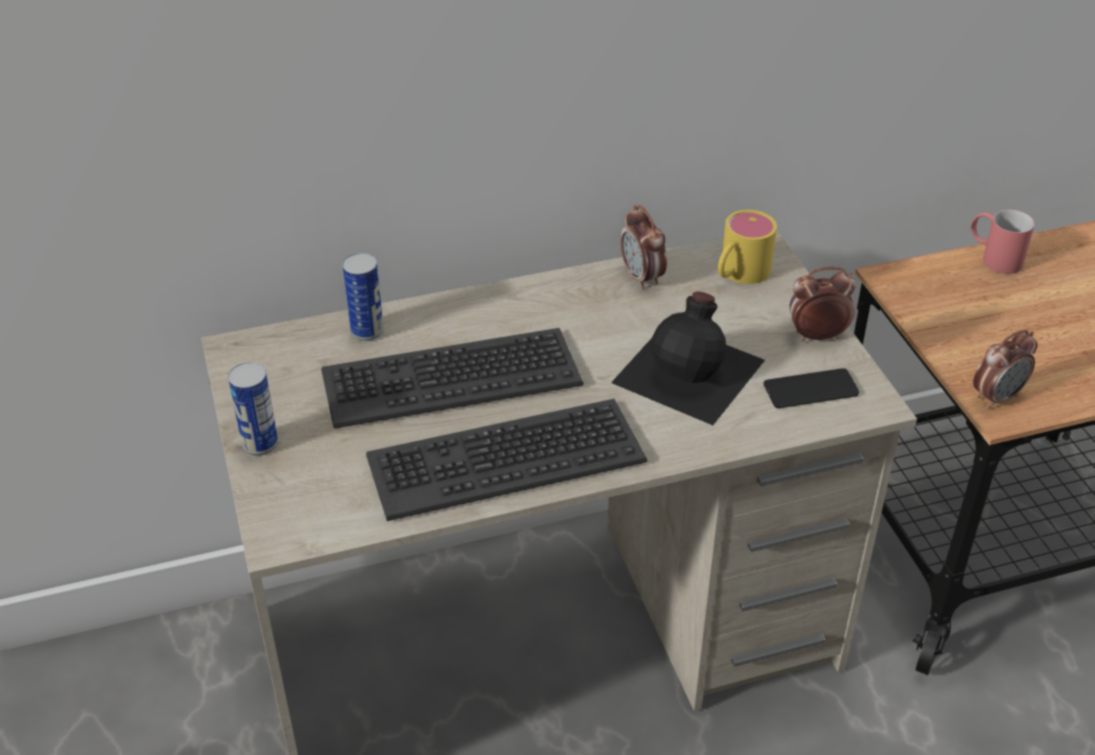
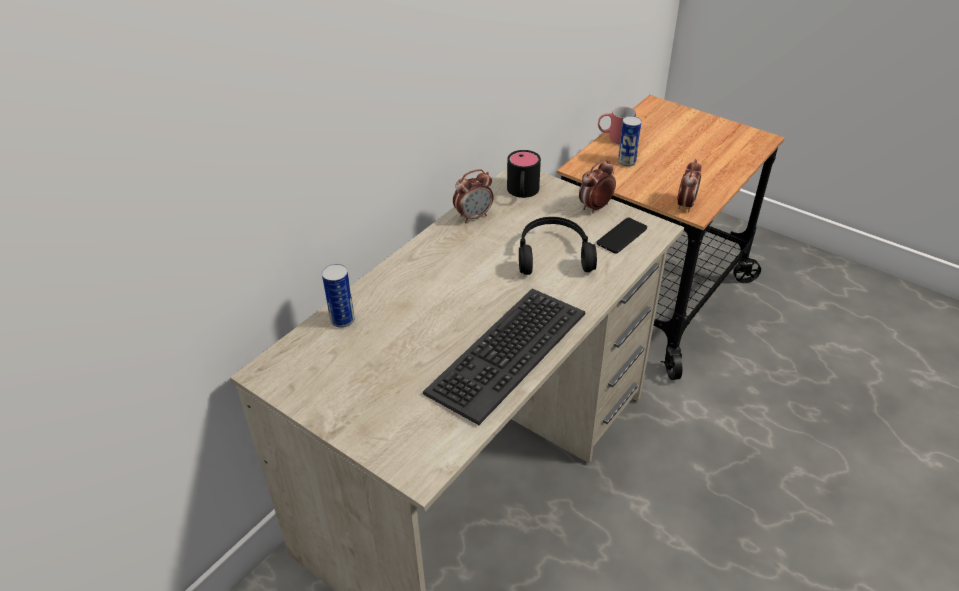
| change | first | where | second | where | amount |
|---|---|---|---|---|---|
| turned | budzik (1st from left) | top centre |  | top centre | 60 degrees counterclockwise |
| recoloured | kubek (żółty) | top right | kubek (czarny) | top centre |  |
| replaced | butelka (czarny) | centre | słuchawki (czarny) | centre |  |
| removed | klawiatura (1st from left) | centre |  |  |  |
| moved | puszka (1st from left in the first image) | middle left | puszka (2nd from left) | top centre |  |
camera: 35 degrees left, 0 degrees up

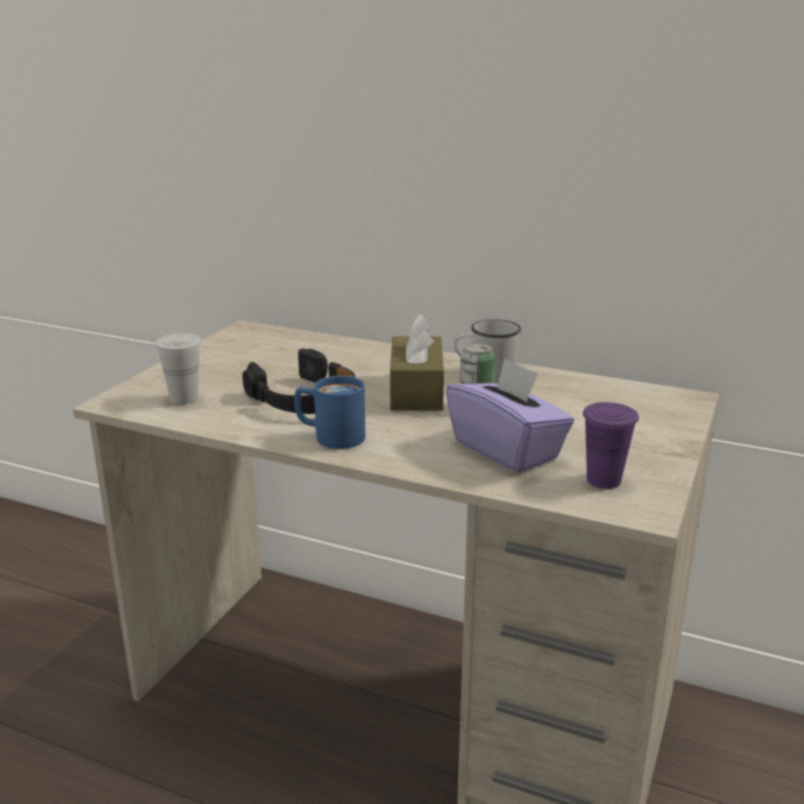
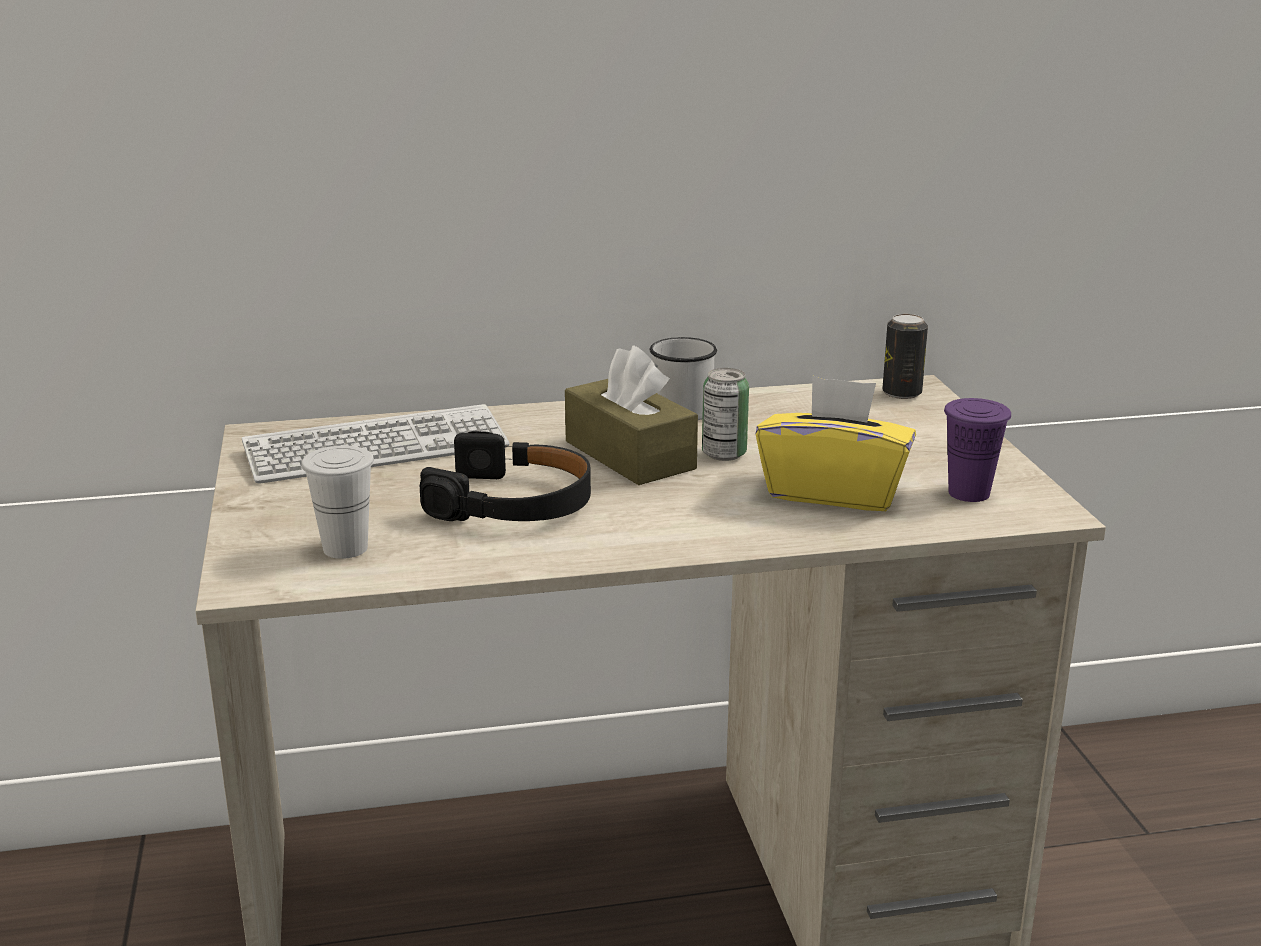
| change | first | where | second | where | amount |
|---|---|---|---|---|---|
| recoloured | pudełko chusteczek (fioletowy) | centre | pudełko chusteczek (żółty) | centre |  |
| removed | kubek (niebieski) | centre |  |  |  |
| added |  |  | puszka (2nd from left) | middle right |  |
| added |  |  | klawiatura | middle left |  |
camera: 35 degrees left, 0 degrees up

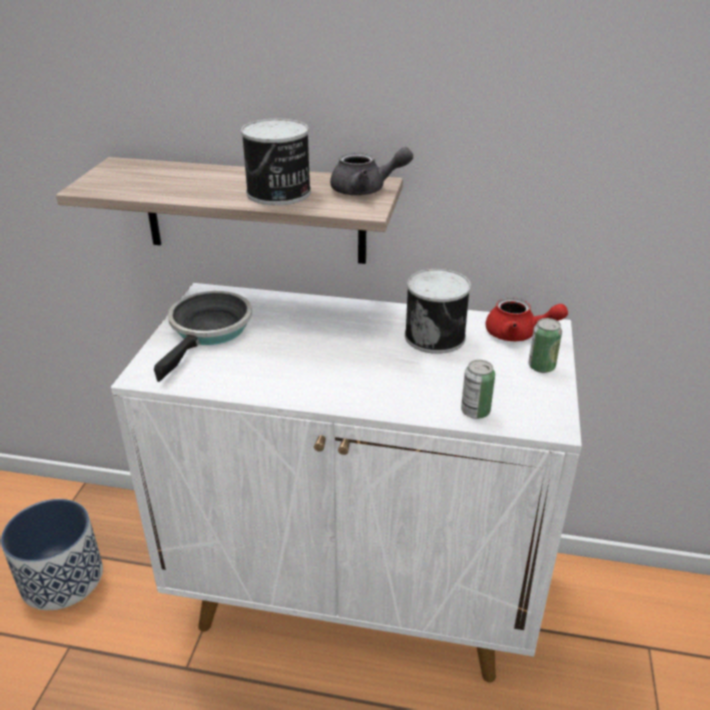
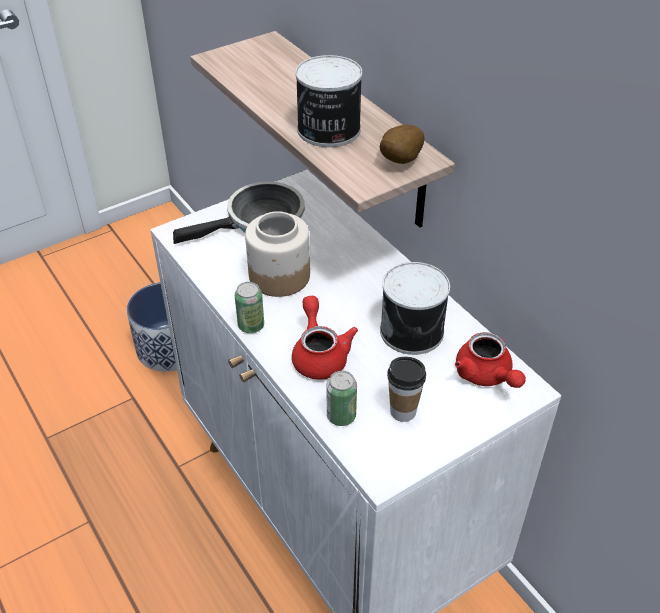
| change | first | where | second | where | amount |
|---|---|---|---|---|---|
| replaced | imbryk (szary) | top centre | ziemniak | top centre |  |
| moved | puszka (4th from left in the first image) | middle right | puszka (1st from left) | centre |  |
| added |  |  | słoik | centre |  |
| added |  |  | imbryk (czerwony) (1st from left) | centre |  |
| added |  |  | filiżanka | centre |  |
camera: 45 degrees right, 10 degrees up

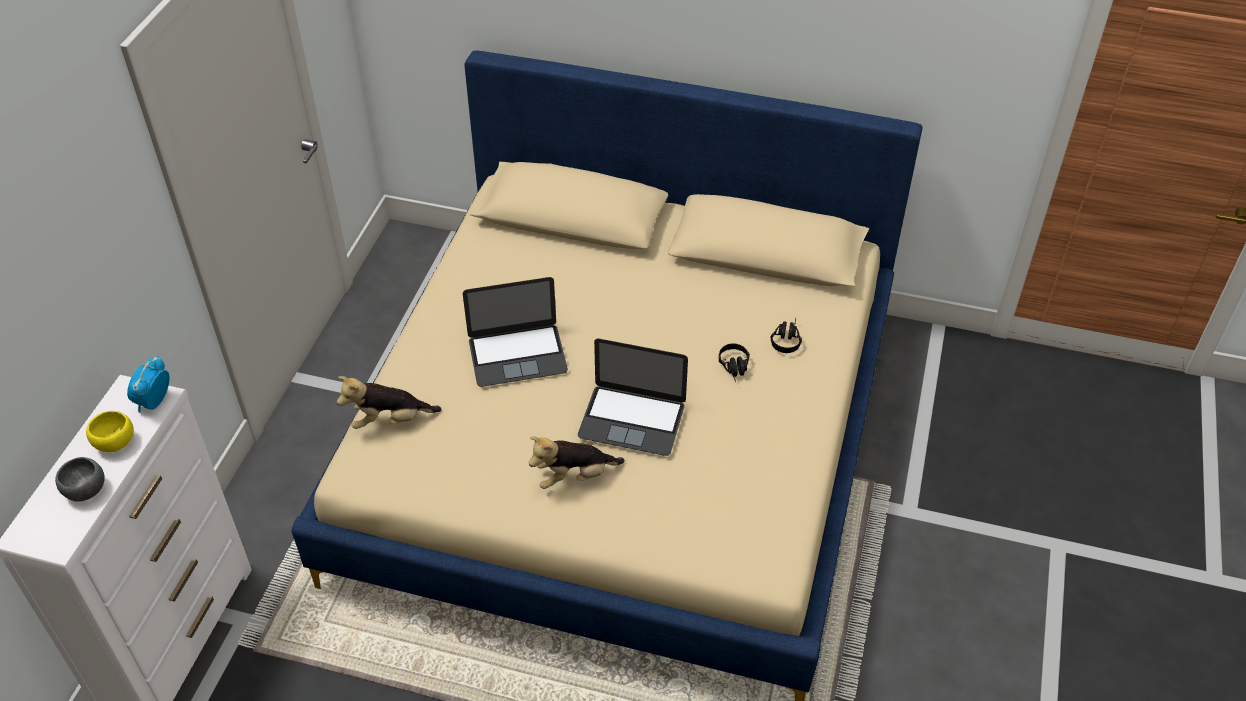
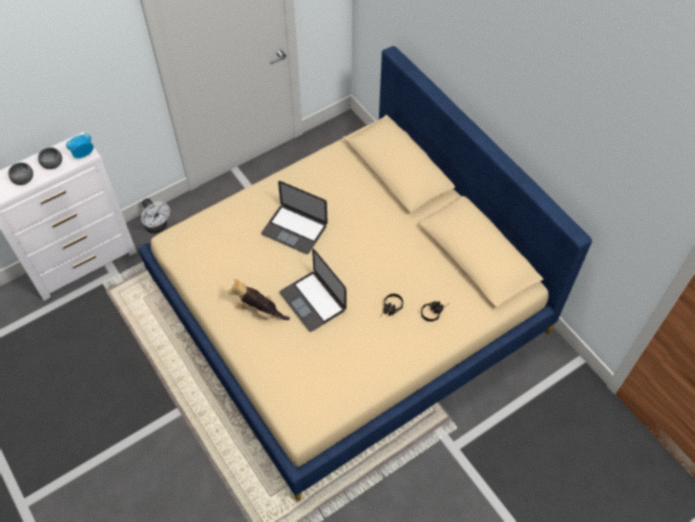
| change | first | where | second | where | amount |
|---|---|---|---|---|---|
| removed | pluszak (1st from left) | middle left |  |  |  |
| recoloured | miska (żółty) | middle left | miska (szary) (2nd from left) | top left |  |
| added |  |  | wentylator (biały) | middle left |  |
camera: 40 degrees right, 10 degrees up

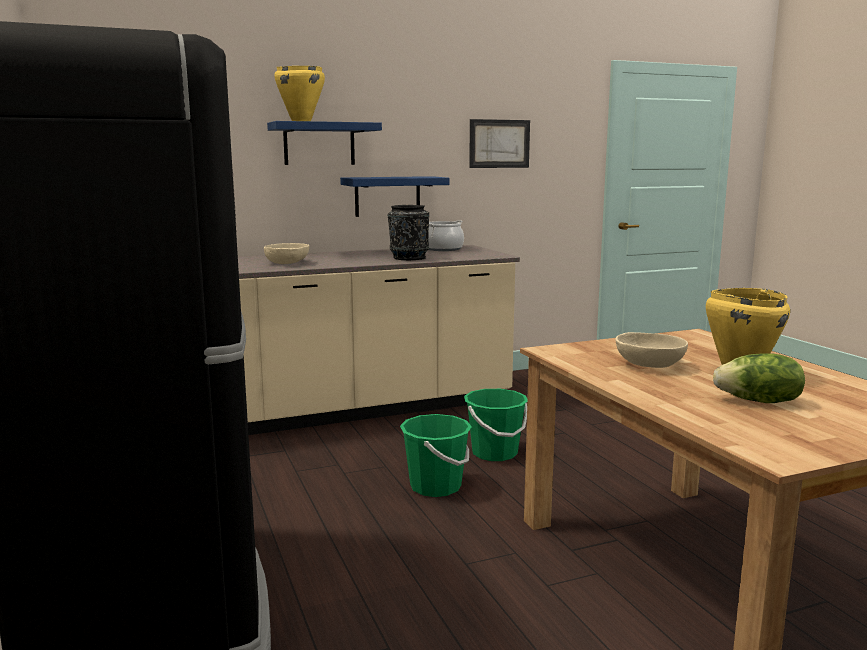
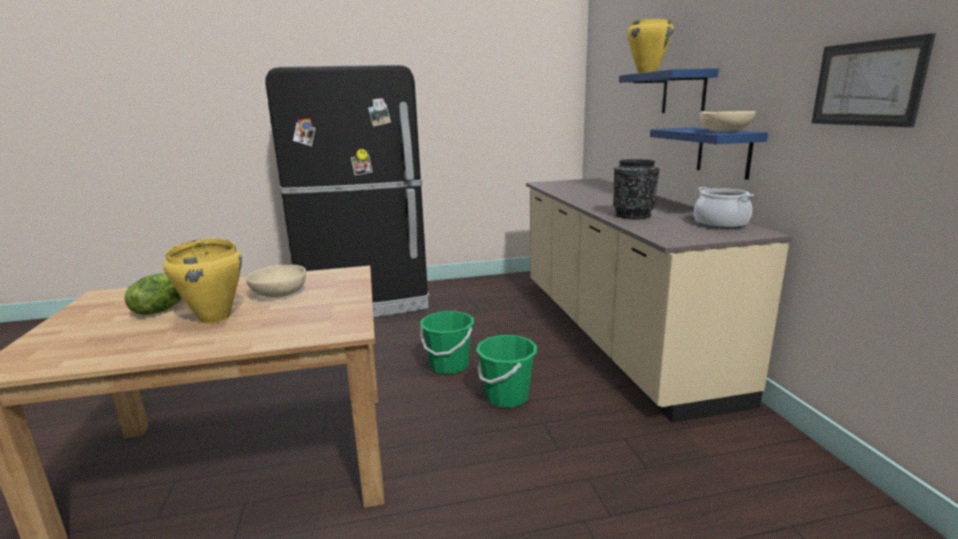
| change | first | where | second | where | amount |
|---|---|---|---|---|---|
| moved | miska (beżowy) (1st from left in the first image) | middle left | miska (beżowy) (2nd from left) | top right |  |
camera: 100 degrees right, 5 degrees up

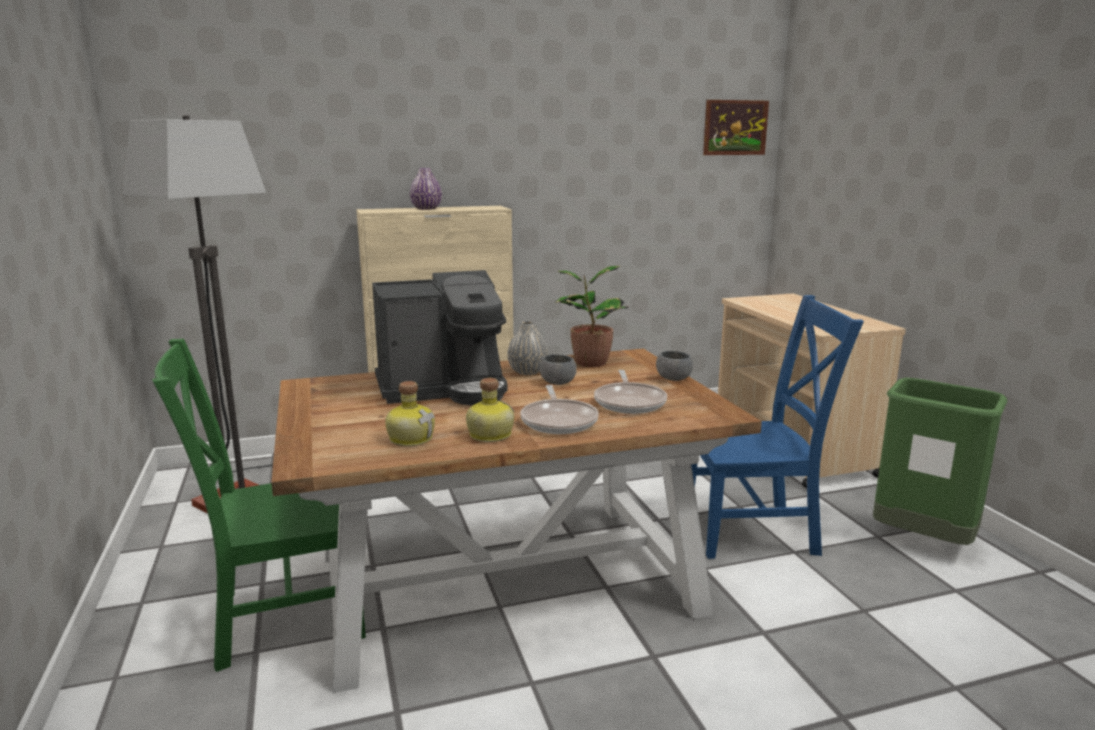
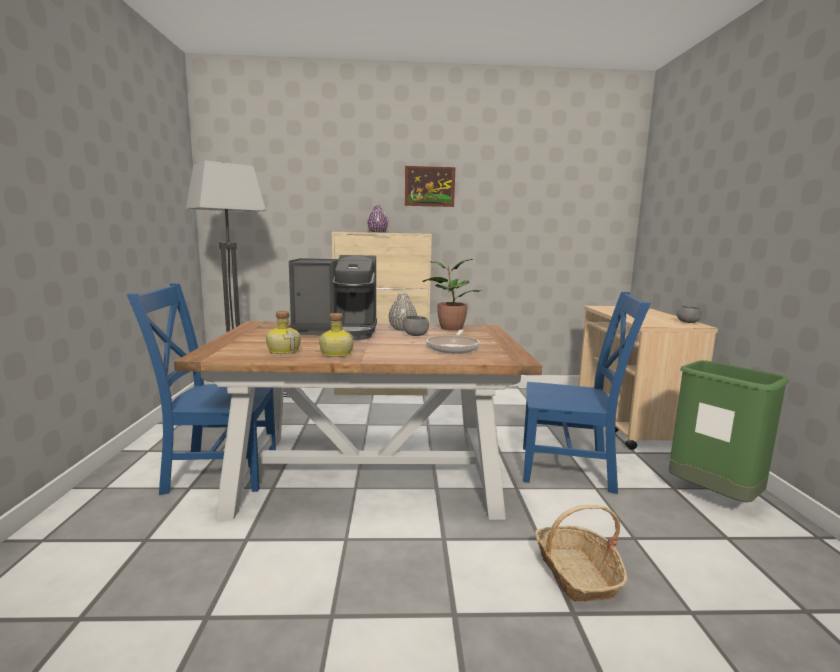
| change | first | where | second | where | amount |
|---|---|---|---|---|---|
| moved | obraz | top right |  | top centre |  |
| recoloured | krzesło (zielony) | bottom left | krzesło (niebieski) (1st from left) | middle left |  |
| moved | miska (szary) (2nd from left) | centre |  | middle right |  |
| removed | patelnia (1st from left) | centre |  |  |  |
| added |  |  | koszyk | bottom right |  |
camera: 15 degrees right, 5 degrees down

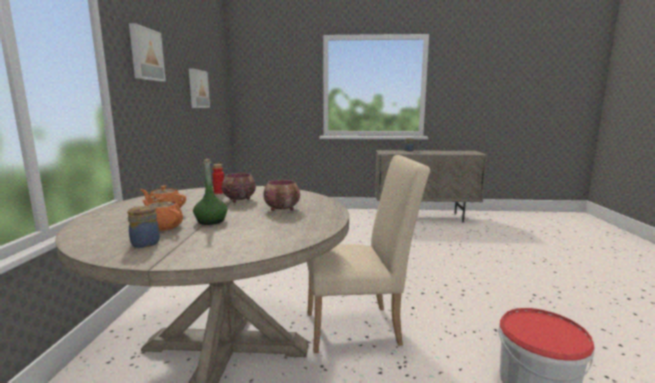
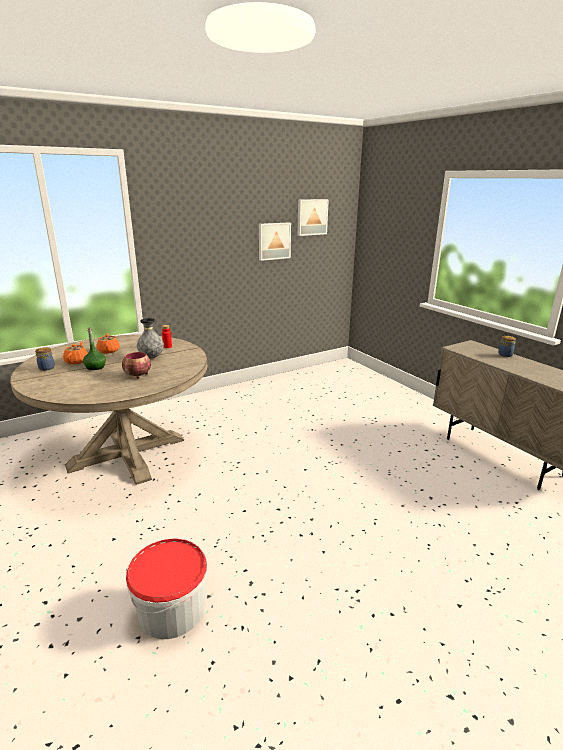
| change | first | where | second | where | amount |
|---|---|---|---|---|---|
| moved | obraz (1st from left in the first image) | top left | obraz (2nd from left) | top centre |  |
| removed | krzesło (beżowy) | centre |  |  |  |
| replaced | miska (1st from left) | centre | wazon (szary) | middle left |  |
camera: 55 degrees right, 10 degrees up

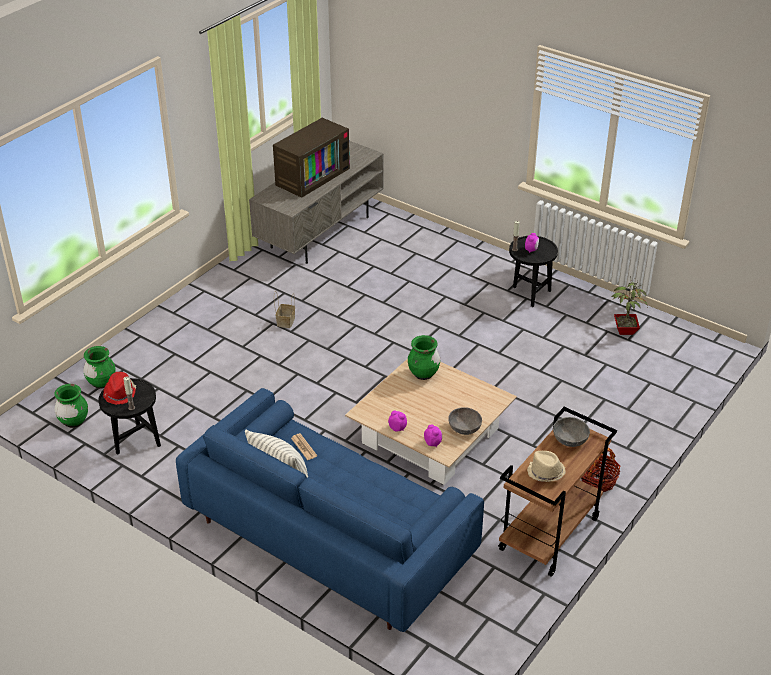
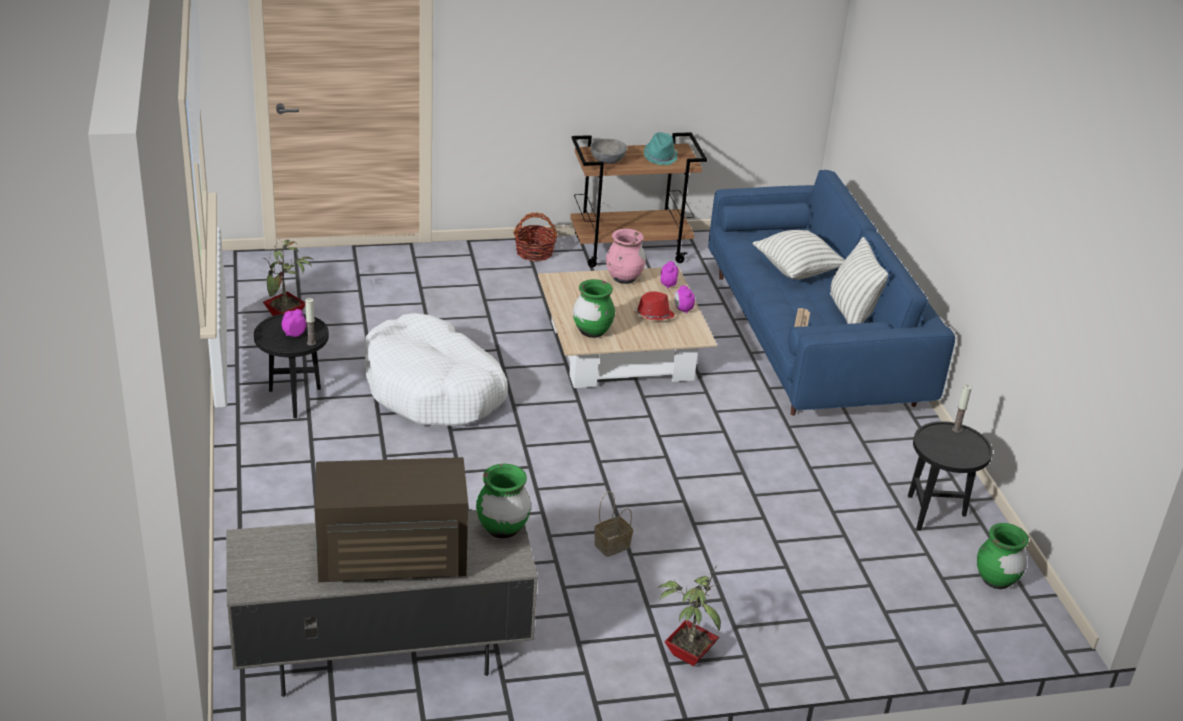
| change | first | where | second | where | amount |
|---|---|---|---|---|---|
| moved | wazon (zielony) (2nd from left in the first image) | middle left | wazon (zielony) (1st from left) | bottom centre |  |
| moved | kapelusz (czerwony) | middle left |  | centre |  |
| replaced | miska (szary) (1st from left) | centre | wazon (różowy) | centre |  |
| recoloured | kapelusz (beżowy) | bottom right | kapelusz (turkusowy) | top centre |  |
| added |  |  | poduszka (1st from left) | middle right |  |
| added |  |  | legowisko (biały) | centre |  |
| added |  |  | roślina doniczkowa (2nd from left) | bottom centre |  |
camera: 140 degrees left, 5 degrees down

